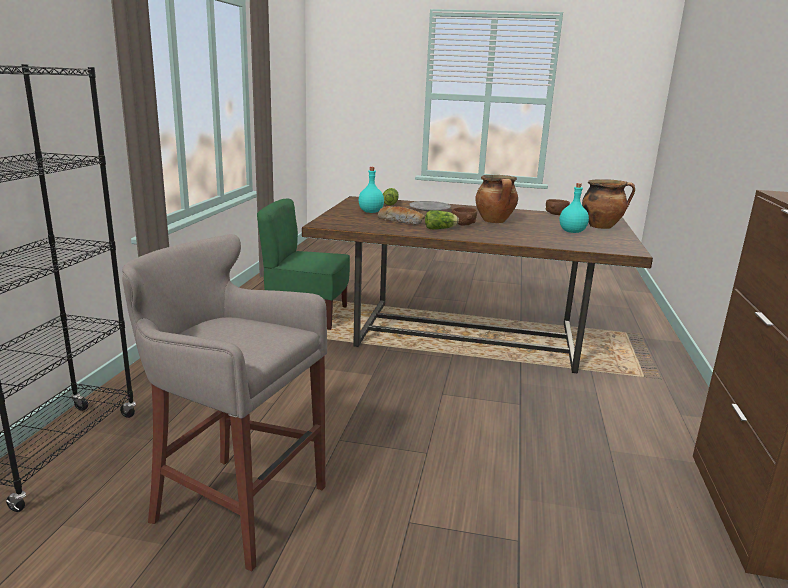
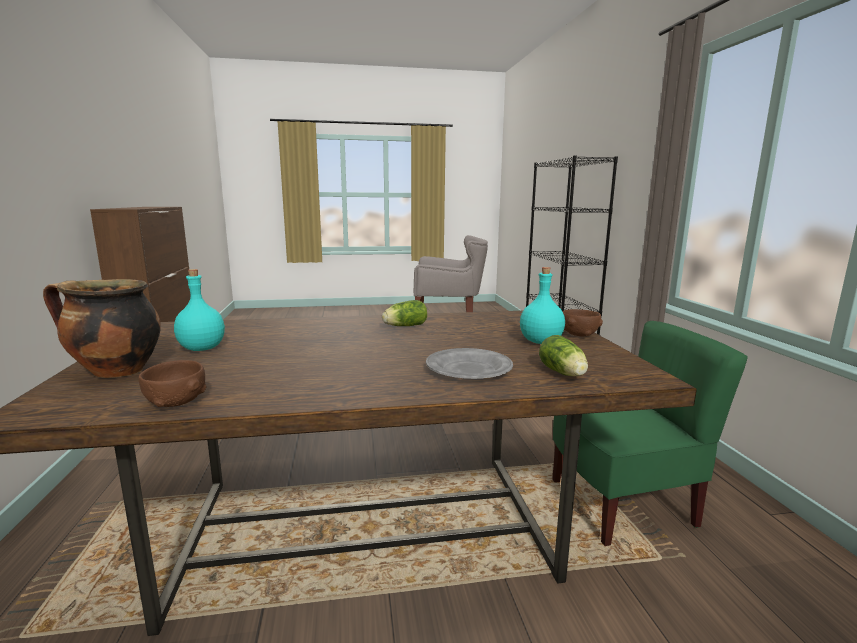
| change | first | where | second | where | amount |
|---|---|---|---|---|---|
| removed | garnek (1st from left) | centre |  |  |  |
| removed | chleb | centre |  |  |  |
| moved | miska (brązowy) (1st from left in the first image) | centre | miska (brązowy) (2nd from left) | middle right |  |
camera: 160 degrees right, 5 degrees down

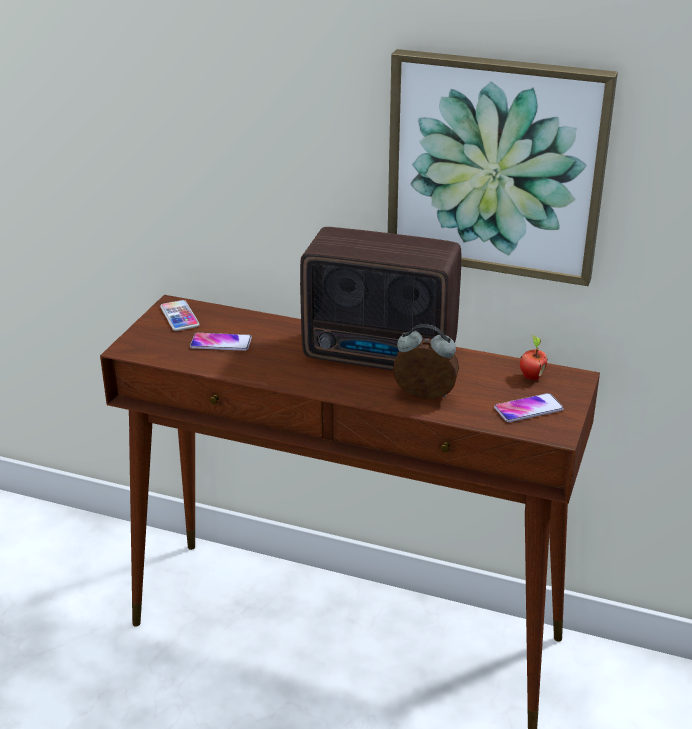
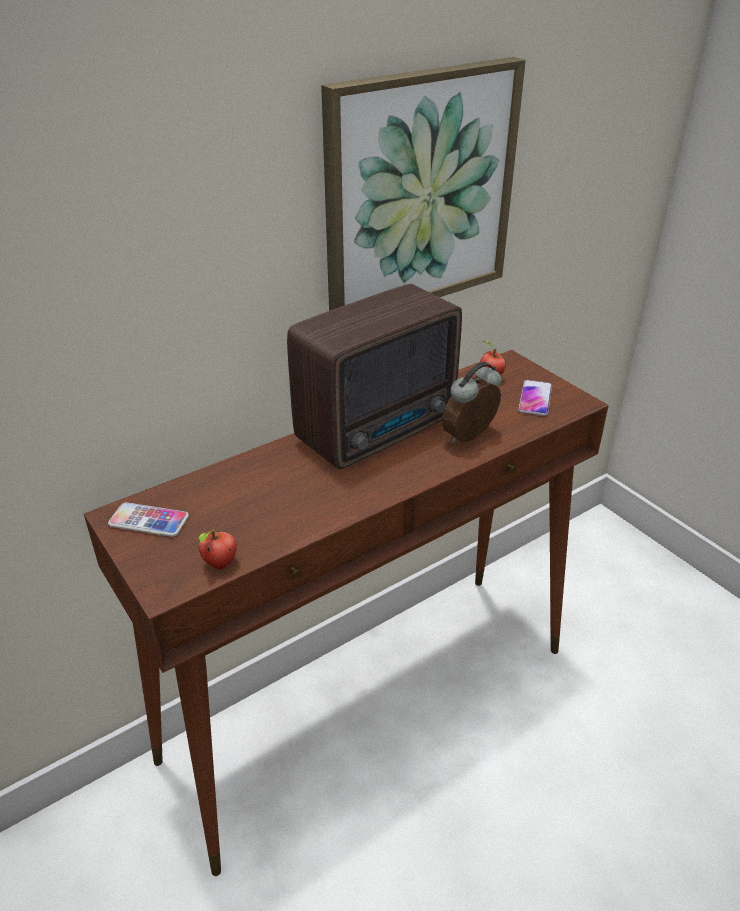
| change | first | where | second | where | amount |
|---|---|---|---|---|---|
| removed | telefon (2nd from left) | middle left |  |  |  |
| added |  |  | jabłko (1st from left) | middle left |  |
camera: 55 degrees left, 5 degrees up

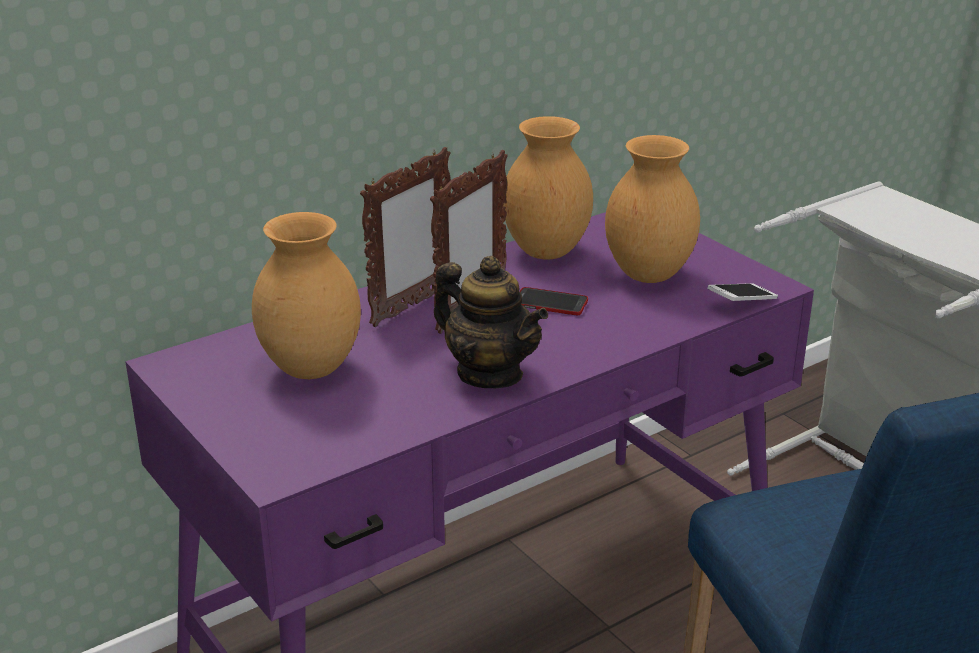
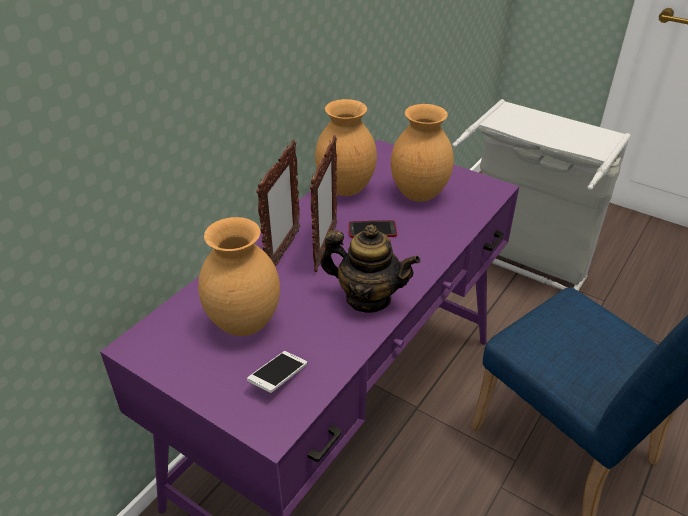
| change | first | where | second | where | amount |
|---|---|---|---|---|---|
| moved | telefon (2nd from left in the first image) | middle right | telefon (1st from left) | bottom centre |  |
camera: 20 degrees left, 10 degrees up

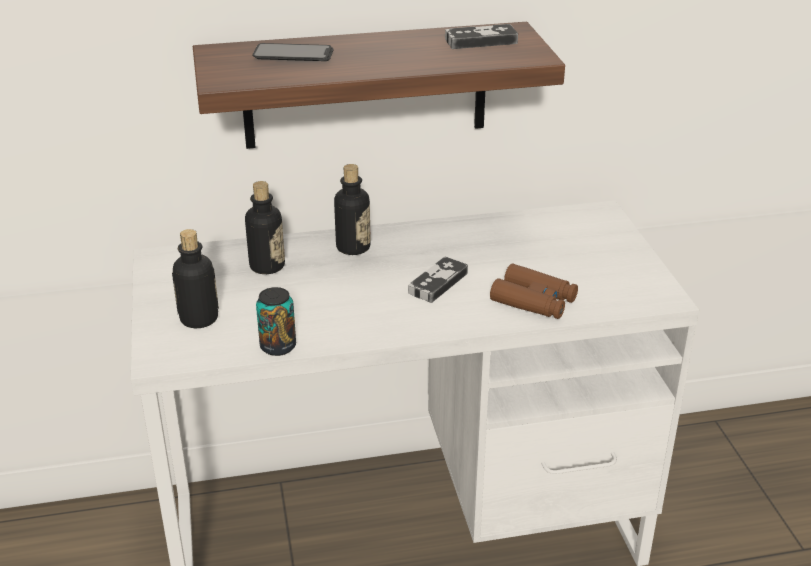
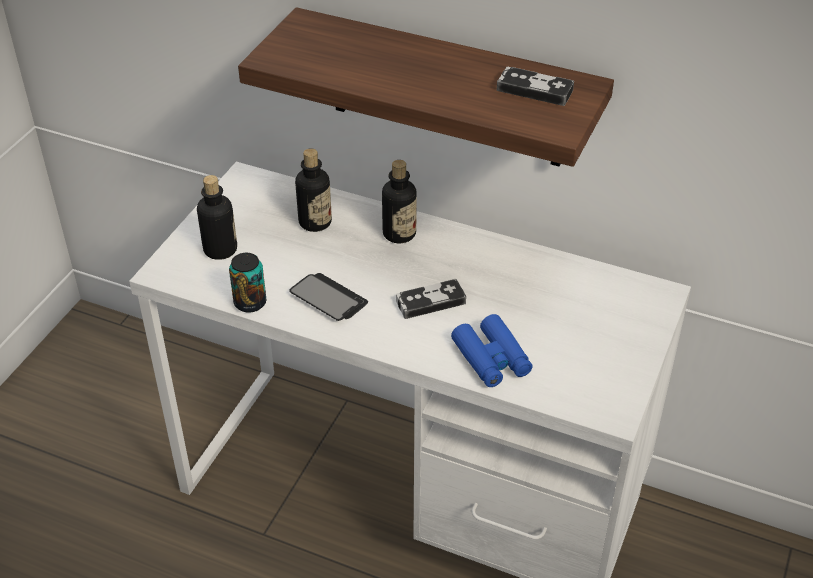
| change | first | where | second | where | amount |
|---|---|---|---|---|---|
| moved | telefon | top centre |  | centre |  |
| recoloured | lornetka (brązowy) | centre | lornetka (niebieski) | centre |  |
camera: 35 degrees right, 10 degrees up

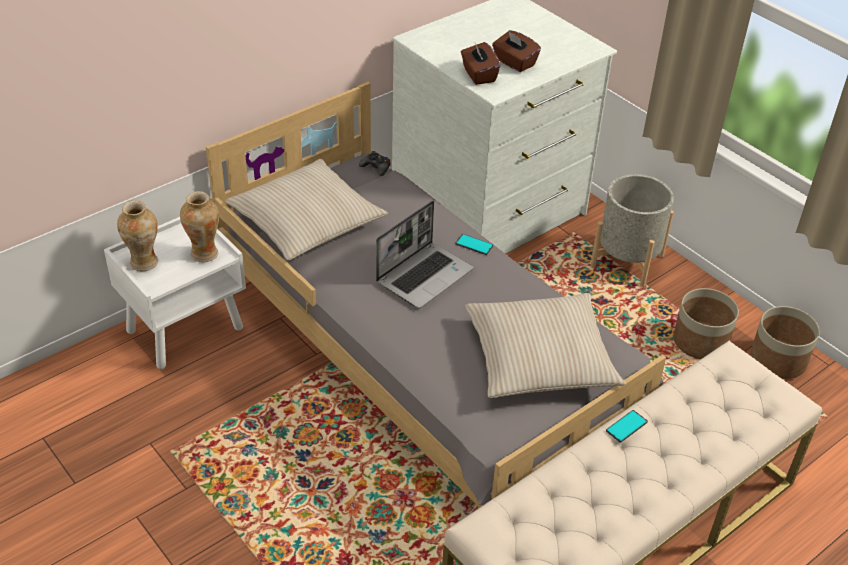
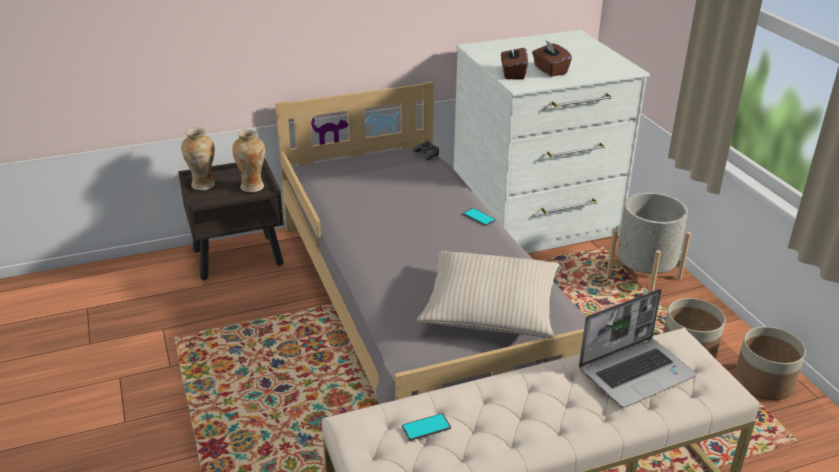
| change | first | where | second | where | amount |
|---|---|---|---|---|---|
| removed | poduszka (beżowy) (1st from left) | centre |  |  |  |
| moved | laptop | centre |  | bottom right |  |
| recoloured | szafka nocna (biały) | middle left | szafka nocna (brązowy) | middle left |  |
| moved | telefon (2nd from left in the first image) | bottom right | telefon (1st from left) | bottom centre |  |
camera: 20 degrees right, 10 degrees down

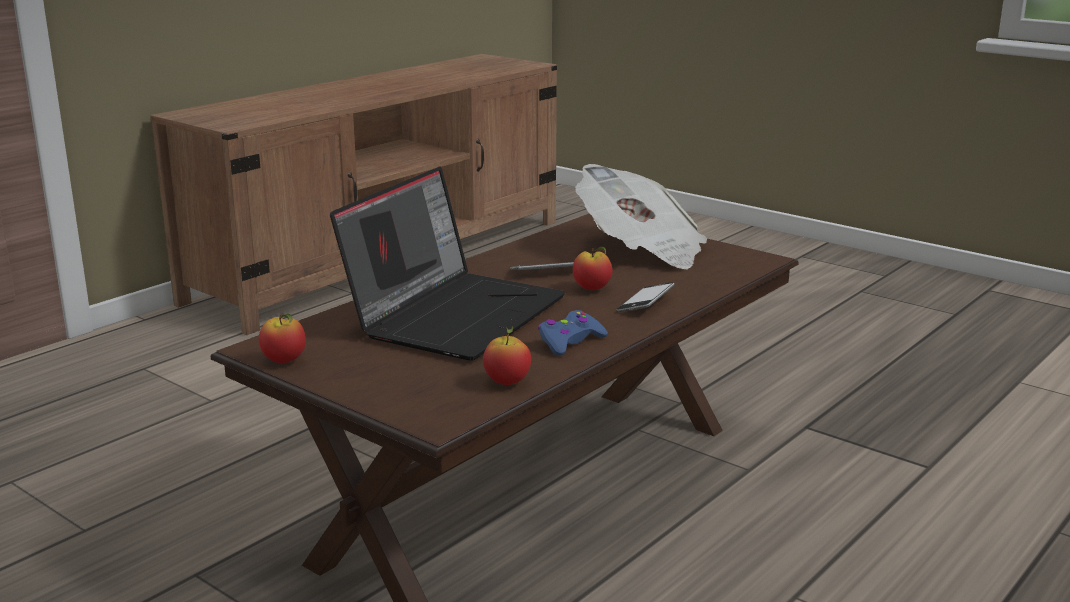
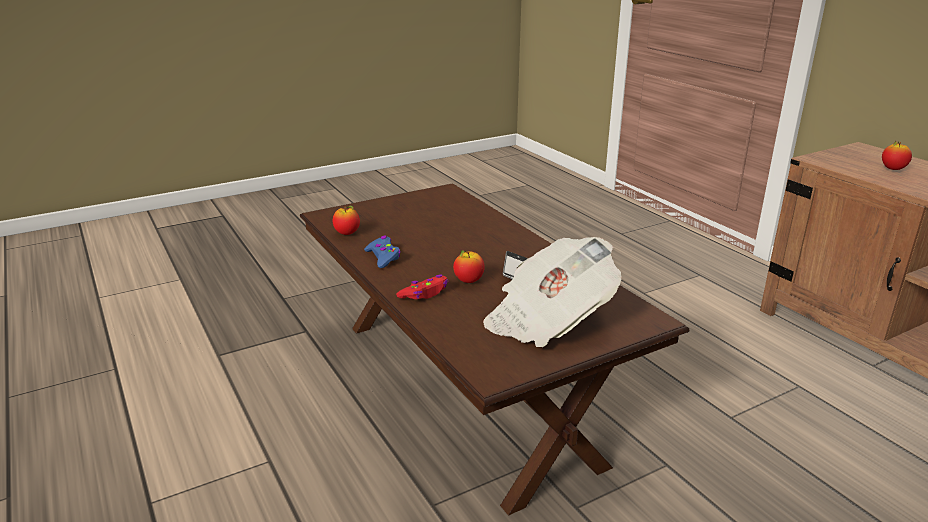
| change | first | where | second | where | amount |
|---|---|---|---|---|---|
| removed | laptop | centre |  |  |  |
| replaced | telefon (2nd from left) | centre | pad do gier (czerwony) | centre |  |
| moved | jabłko (1st from left in the first image) | middle left | jabłko (3rd from left) | top right |  |
camera: 110 degrees right, 5 degrees up

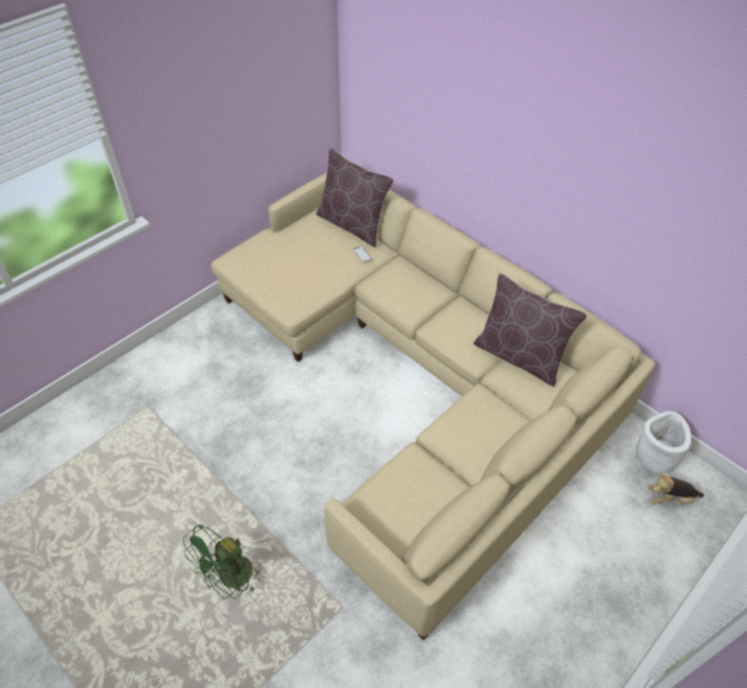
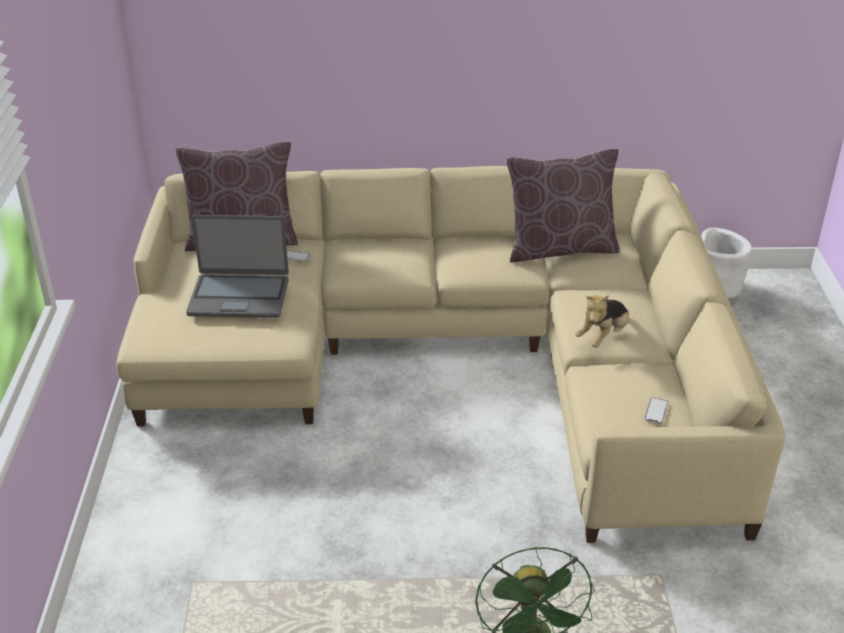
| change | first | where | second | where | amount |
|---|---|---|---|---|---|
| moved | pluszak | bottom right |  | middle right |  |
| added |  |  | laptop | middle left |  |
| added |  |  | telefon (2nd from left) | middle right |  |
camera: 45 degrees left, 15 degrees down

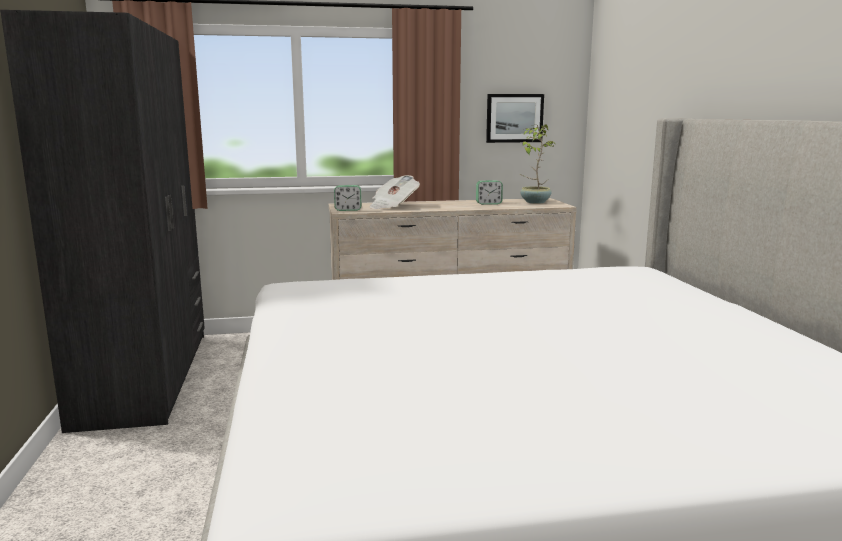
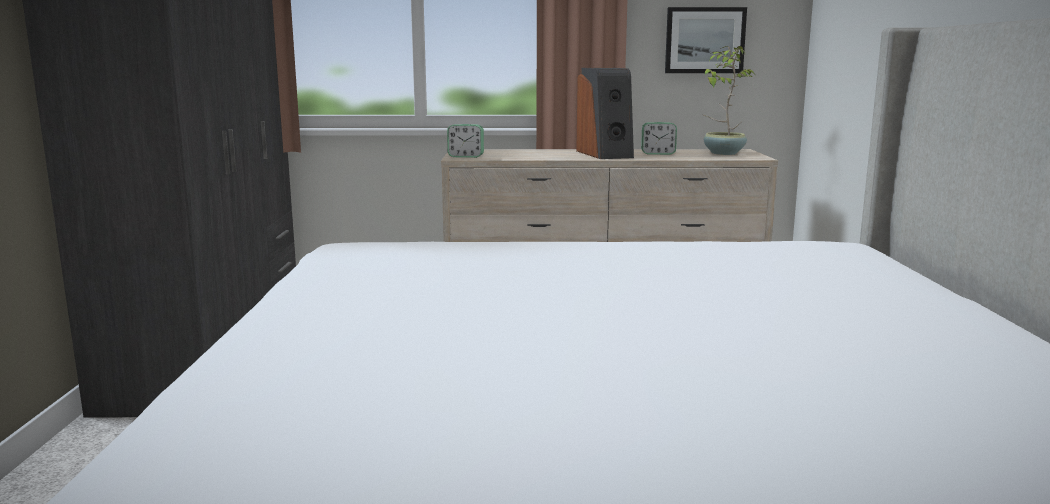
| change | first | where | second | where | amount |
|---|---|---|---|---|---|
| removed | gazeta | centre |  |  |  |
| added |  |  | głośnik | top centre |  |
camera: 10 degrees right, 0 degrees up

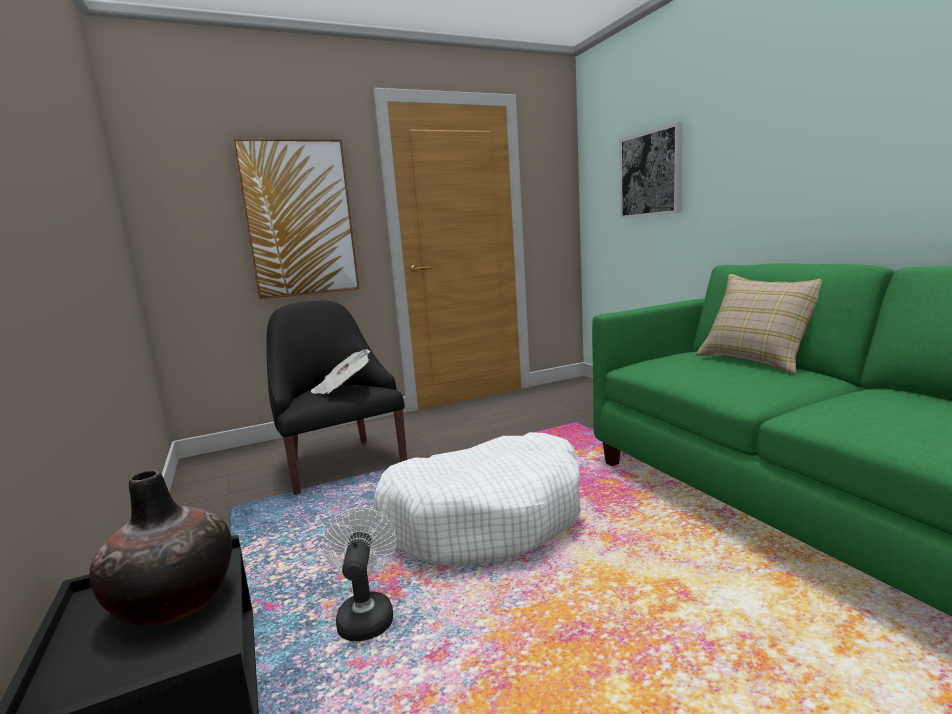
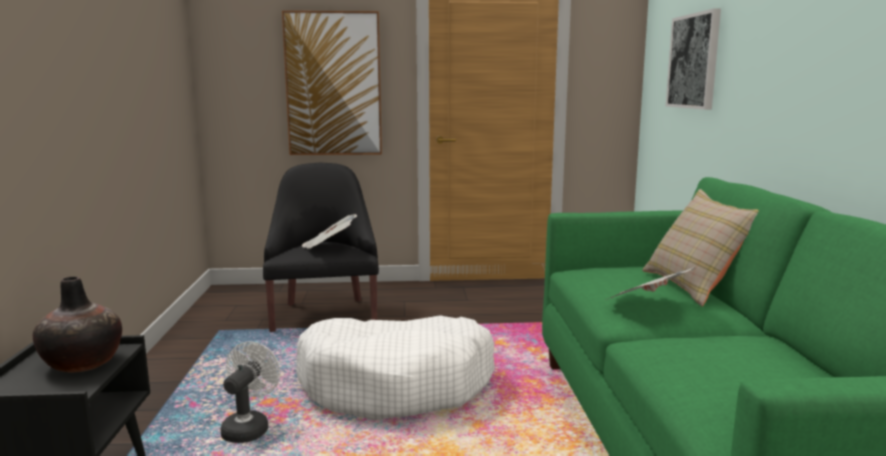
| change | first | where | second | where | amount |
|---|---|---|---|---|---|
| added |  |  | gazeta (2nd from left) | middle right |  |
camera: 20 degrees right, 0 degrees up

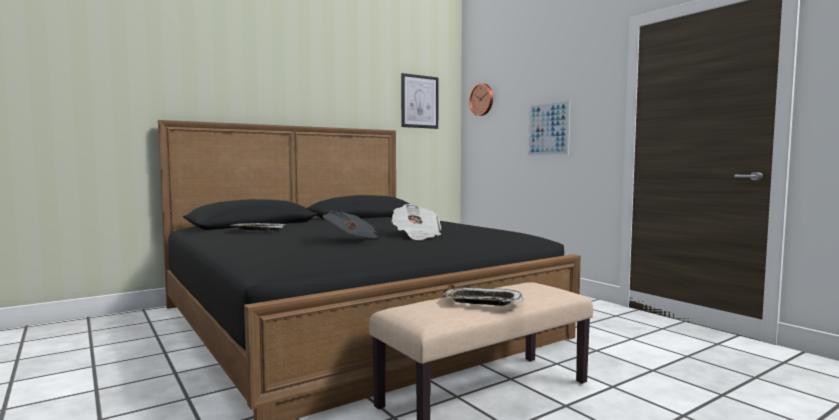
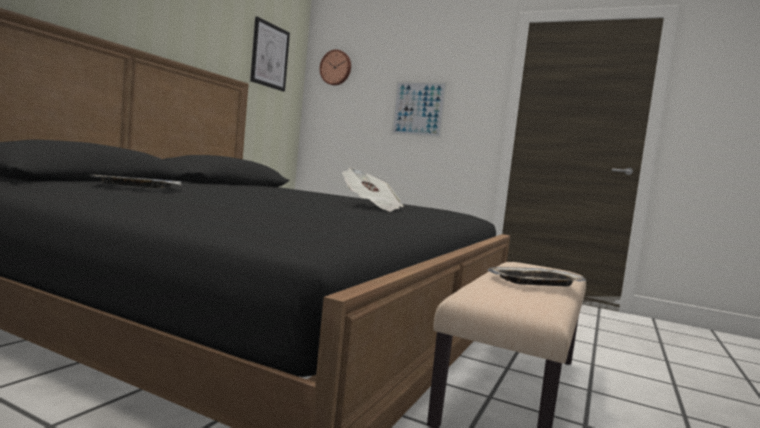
| change | first | where | second | where | amount |
|---|---|---|---|---|---|
| removed | gazeta (1st from left) | centre |  |  |  |
camera: 30 degrees left, 0 degrees up

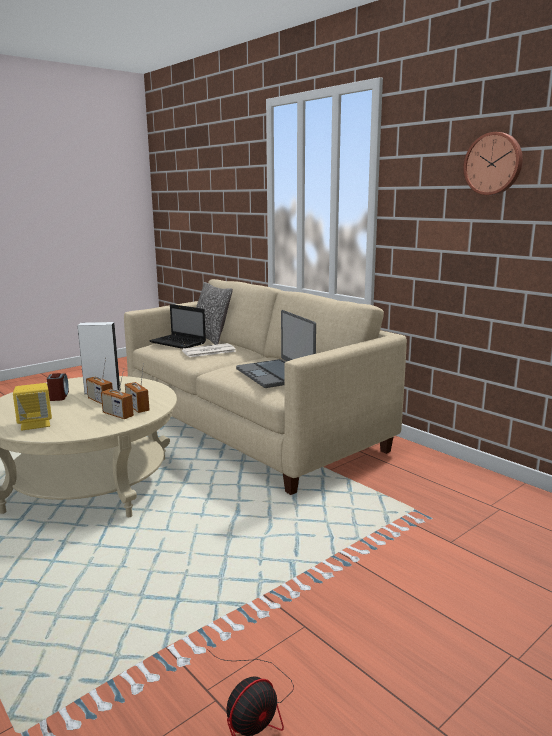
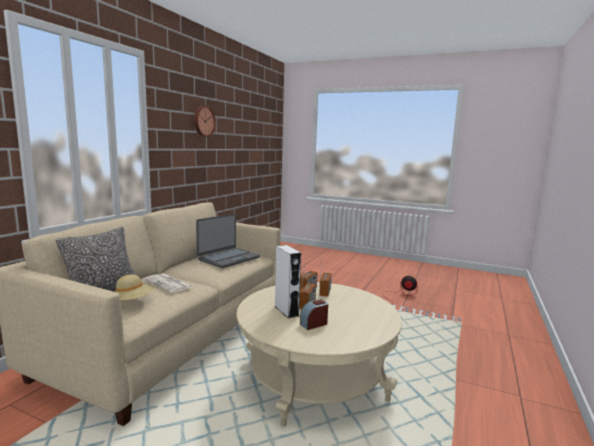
| change | first | where | second | where | amount |
|---|---|---|---|---|---|
| replaced | laptop (1st from left) | middle left | kapelusz (beżowy) | middle left |  |
| removed | głośnik (żółty) | middle left |  |  |  |
camera: 115 degrees left, 5 degrees down

